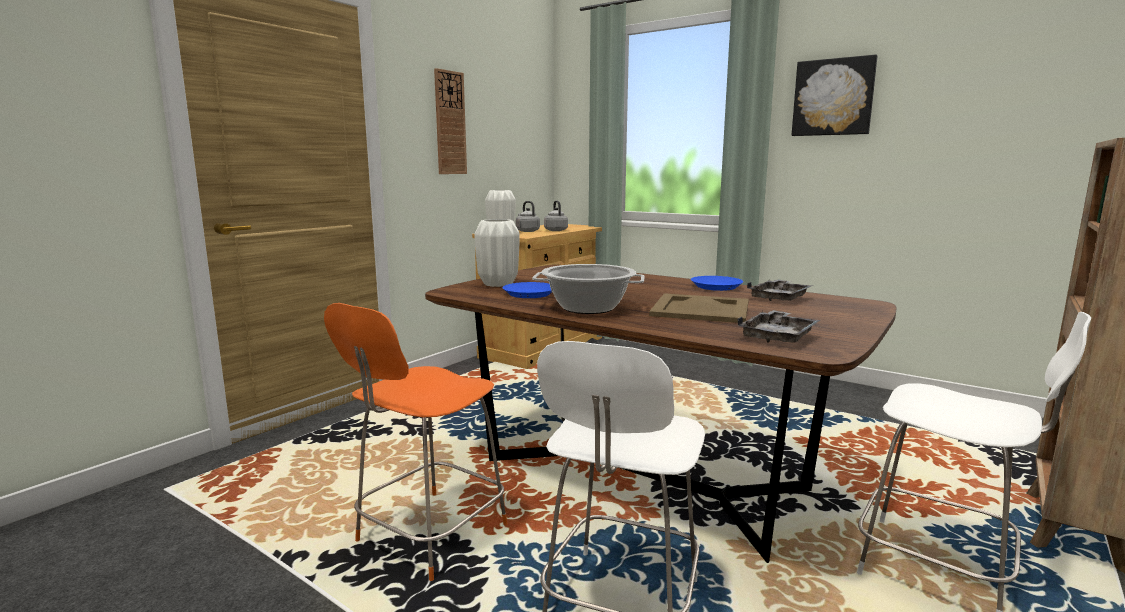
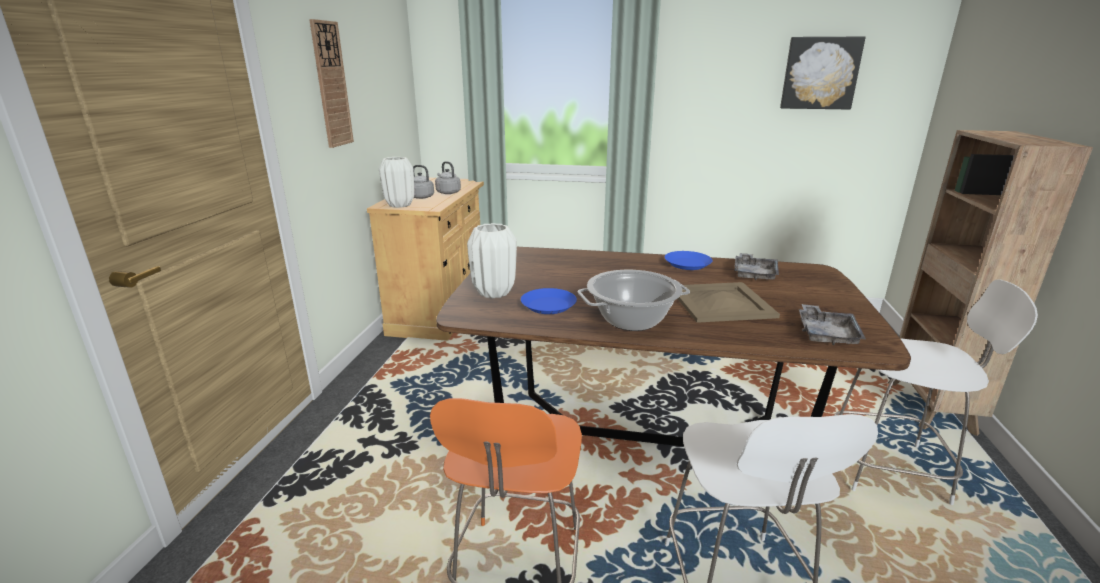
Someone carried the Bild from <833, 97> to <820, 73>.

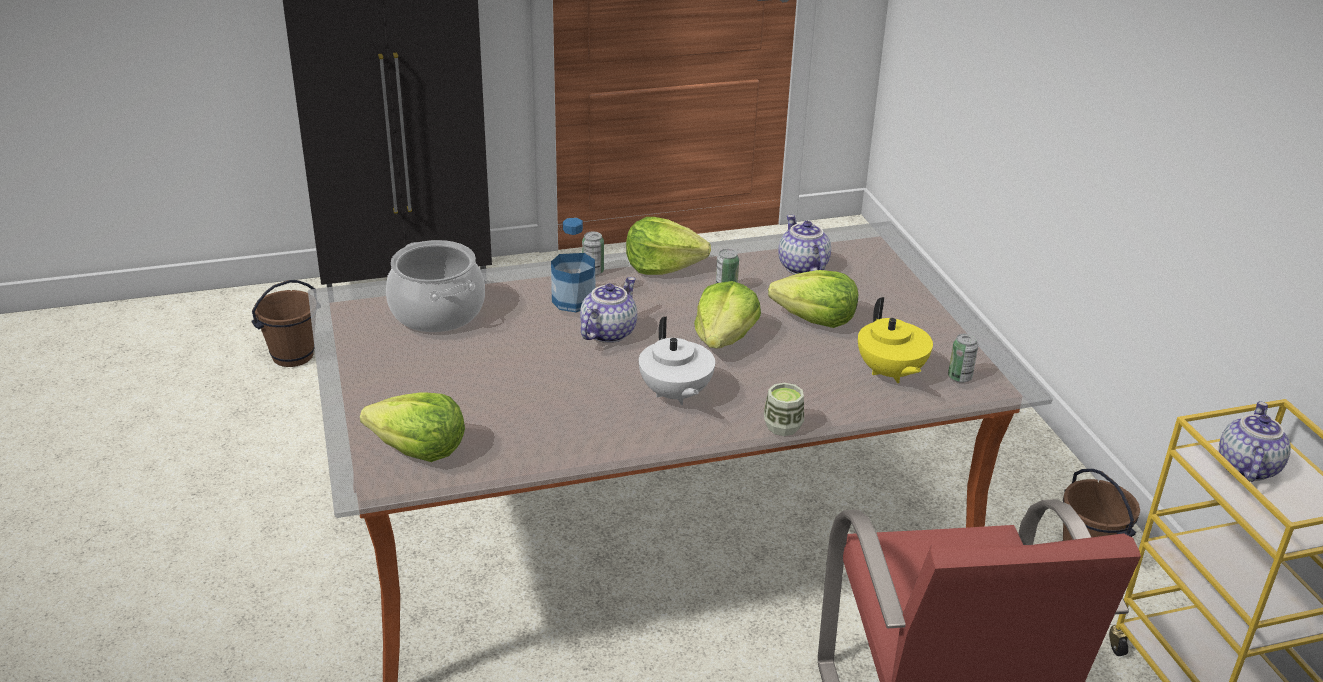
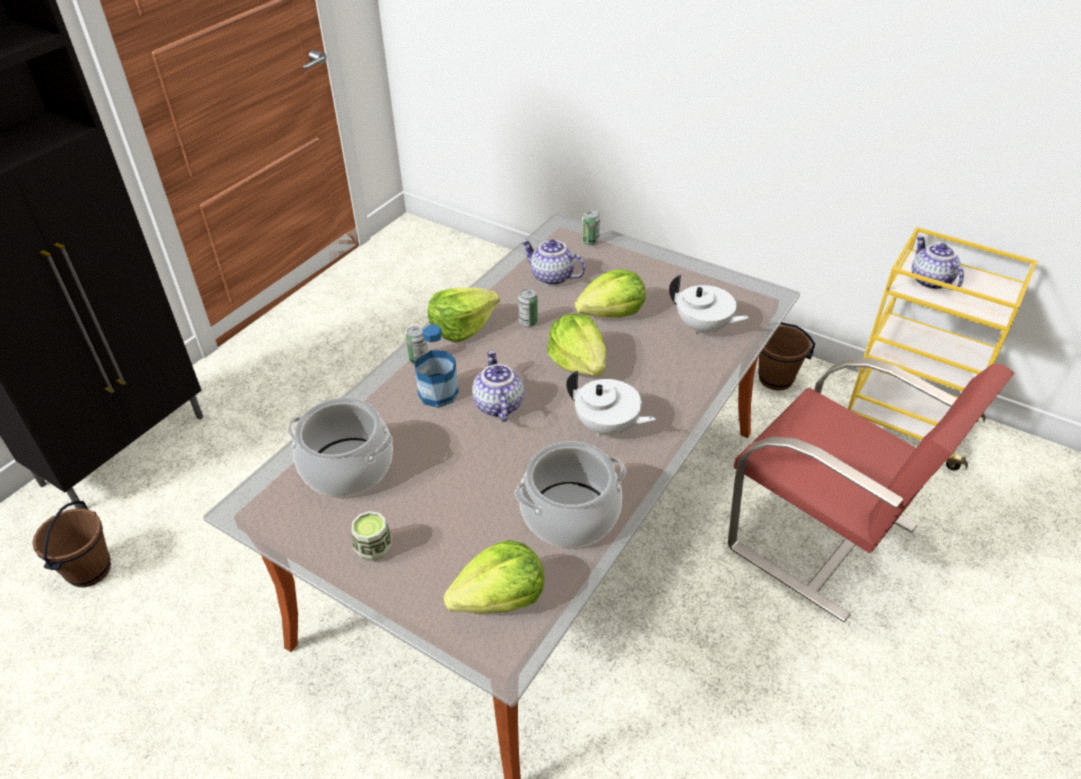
Someone carried the Tasse from <782, 426> to <374, 549>. Someone repainted the Teekanne (gelb) at <890, 373>, which became the Teekanne (weiß) at <703, 327>. Someone carried the Dose from <959, 377> to <590, 241>. Someone put down the Kochtopf at <570, 515>.

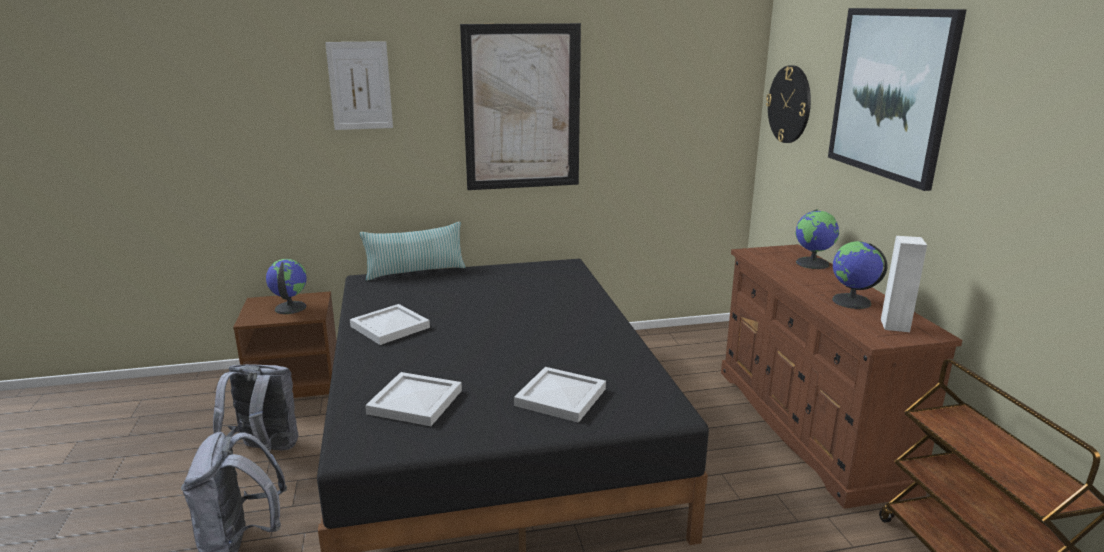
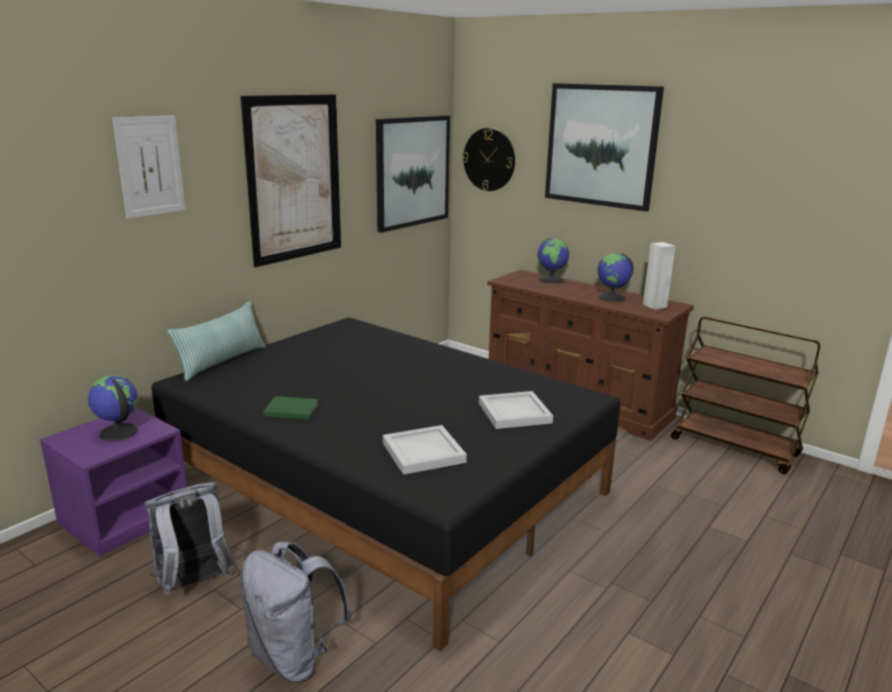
Someone repainted the Nachttisch (braun) at <296, 381>, which became the Nachttisch (lila) at <125, 517>. Someone swapped the Tablett (weiß) at <390, 326> for the Buch (grün) at <290, 409>. Someone put up the Bild at <412, 172>.

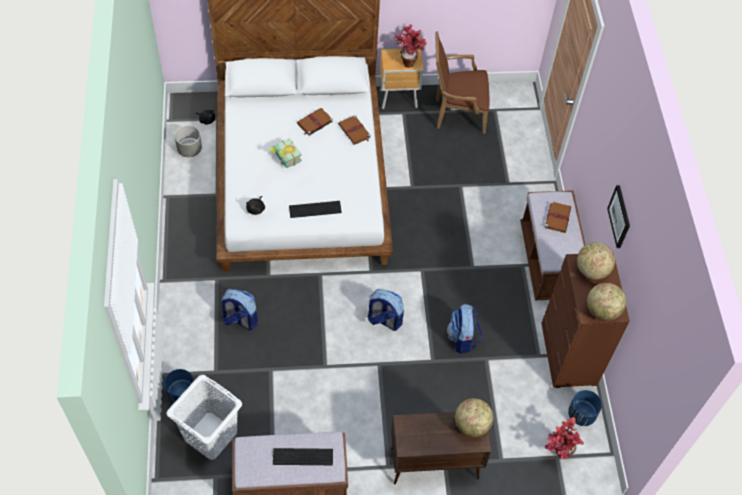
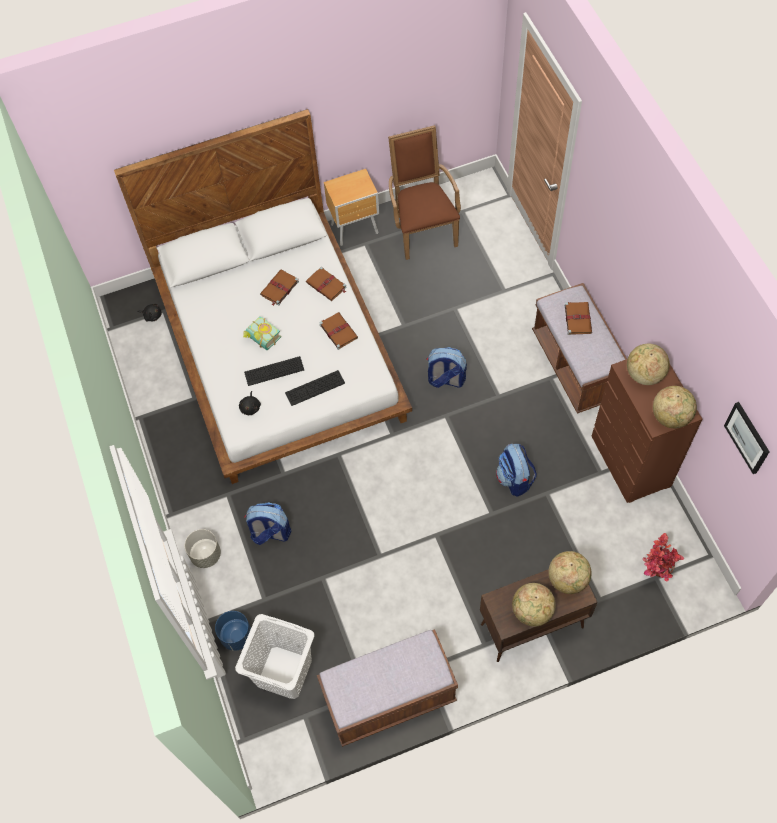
Someone carried the Pflanzkübel (grau) from <190, 150> to <206, 555>. Someone carried the Tastatur from <303, 456> to <274, 371>. Someone carried the Rucksack from <384, 320> to <445, 379>. Someone took away the Topfpflanze at <408, 61>. Someone rotated the Sessel (braun) at <456, 114> by 90 degrees clockwise. Someone took away the Pflanzkübel (blau) at <581, 415>. Someone carried the Bild from <619, 216> to <747, 437>. Someone put down the Buch (braun) at <338, 331>. Someone put down the Globus at <532, 611>.

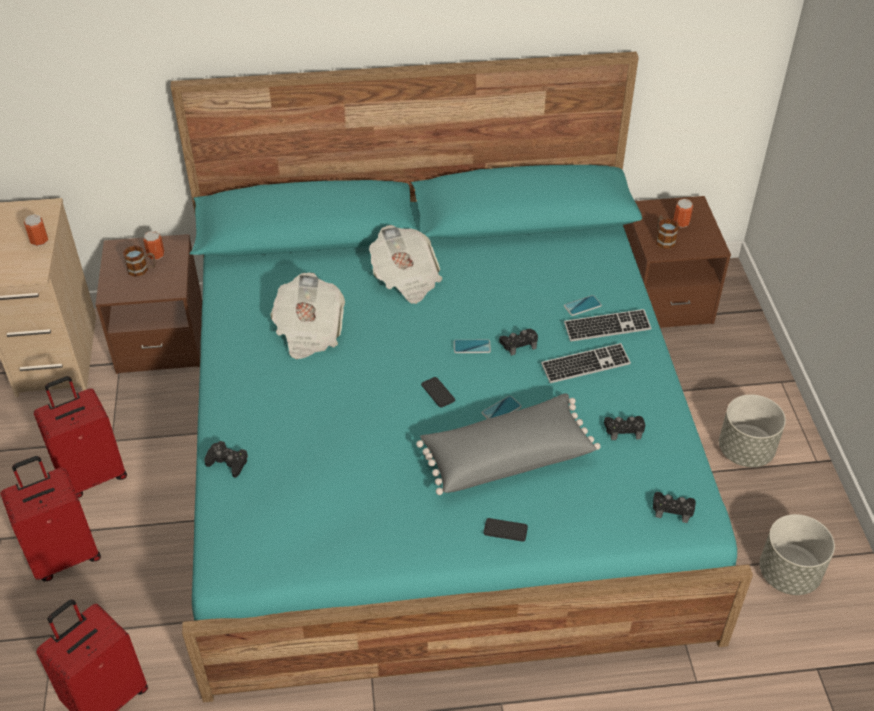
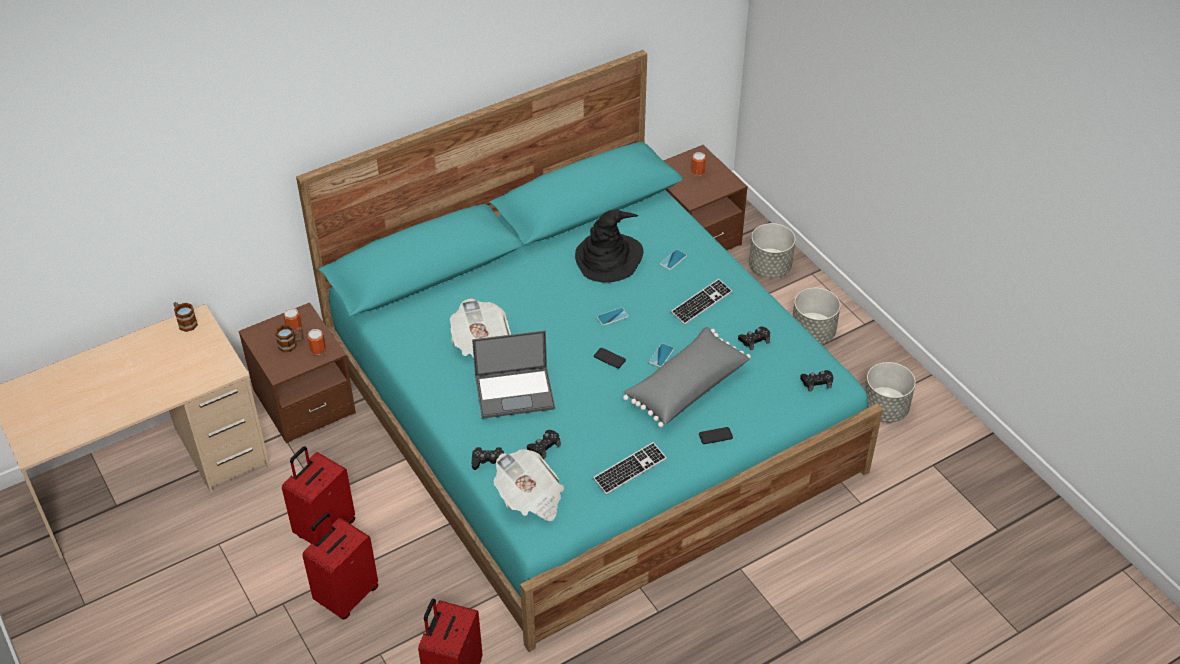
Someone carried the Dose from <39, 241> to <318, 350>. Someone carried the Zeitung from <406, 279> to <530, 498>. Someone carried the Gamepad (schwarz) from <519, 344> to <544, 446>. Someone carried the Tastatur from <607, 327> to <630, 469>. Someone carried the Henkelbecher from <663, 239> to <185, 322>. Someone put down the Laptop at <515, 392>. Someone put down the Hut (schwarz) at <608, 258>. Someone put down the Pflanzkübel (grau) at <770, 267>.

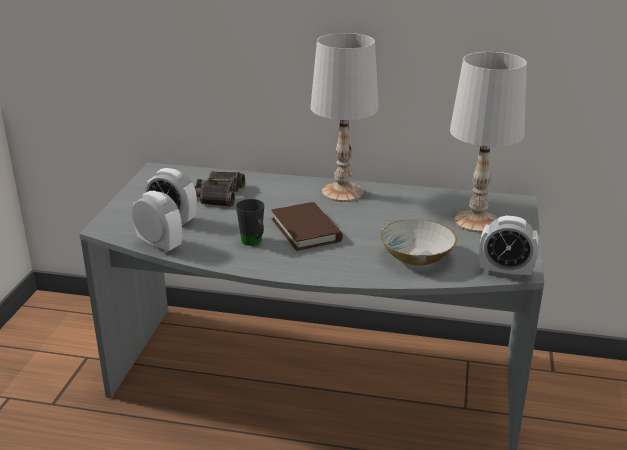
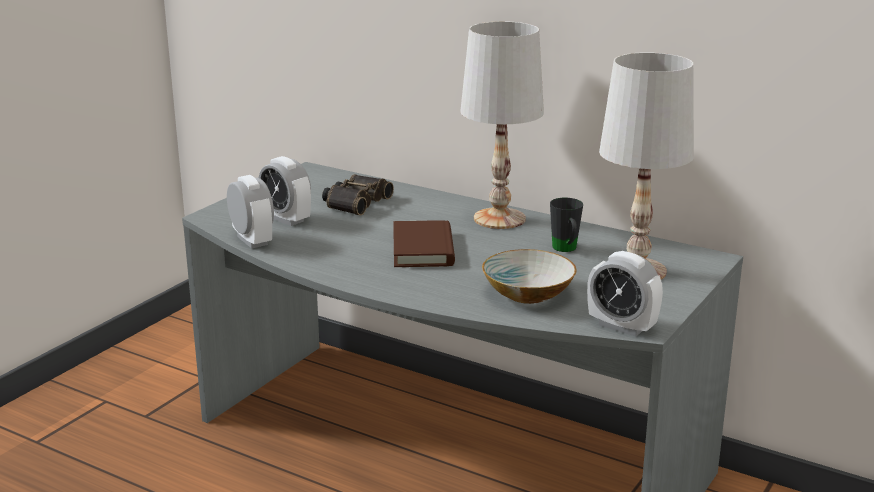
Someone carried the Henkelbecher (schwarz) from <254, 243> to <566, 250>.

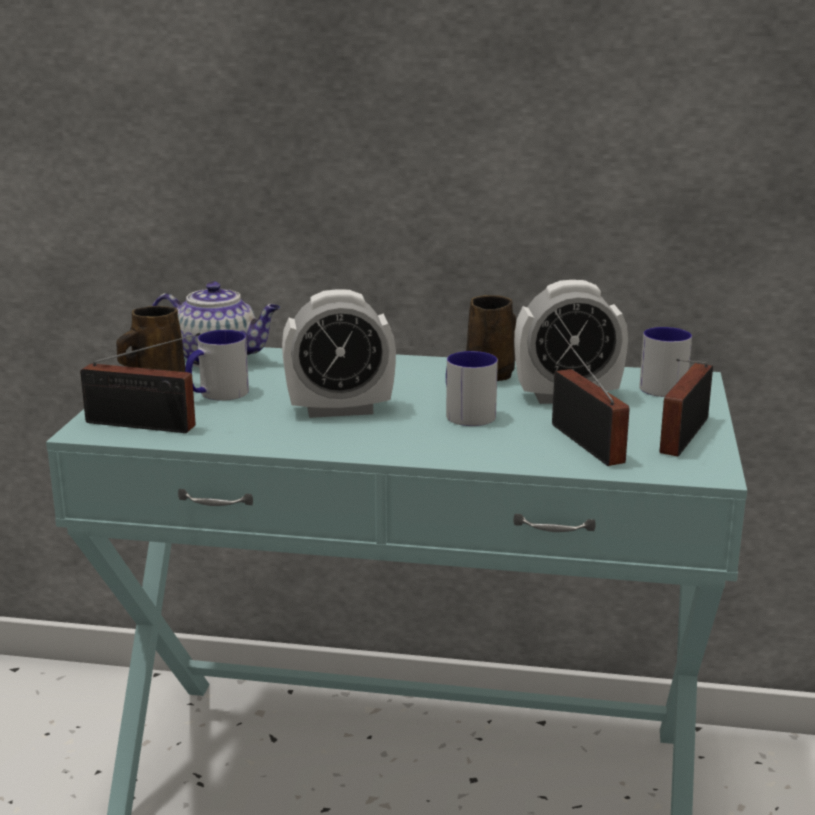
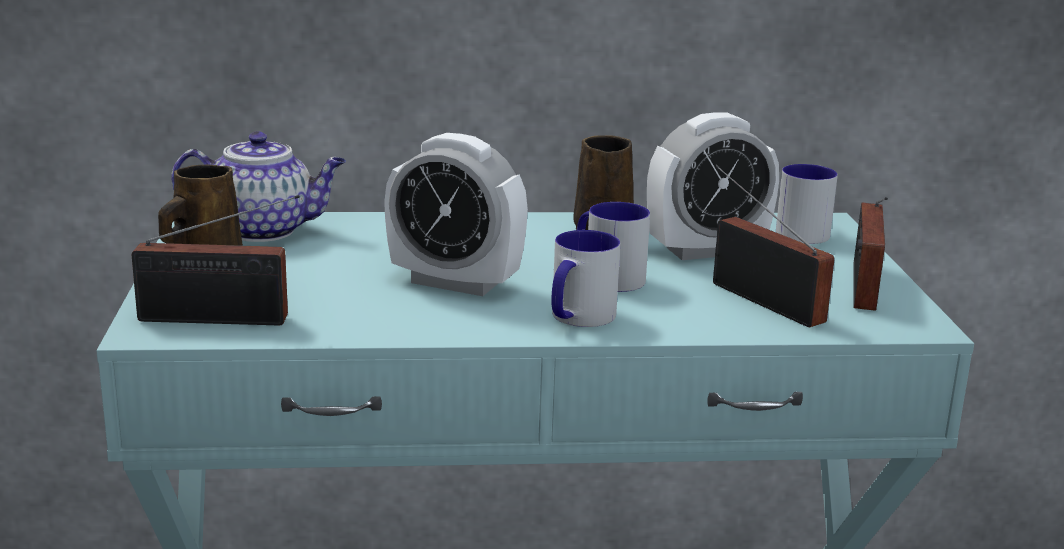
Someone carried the Henkelbecher from <216, 394> to <577, 319>. Someone rotated the Wecker at <339, 410> by 45 degrees clockwise.

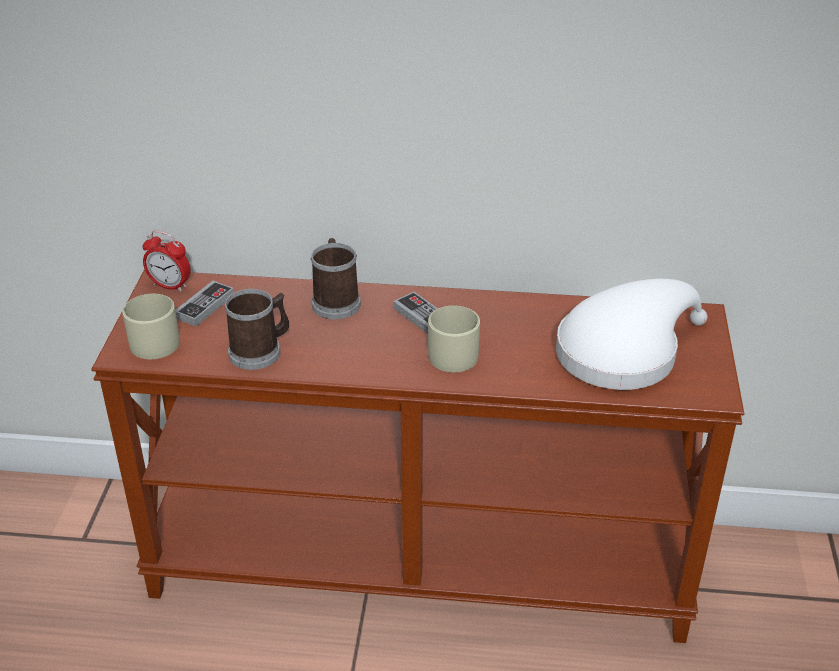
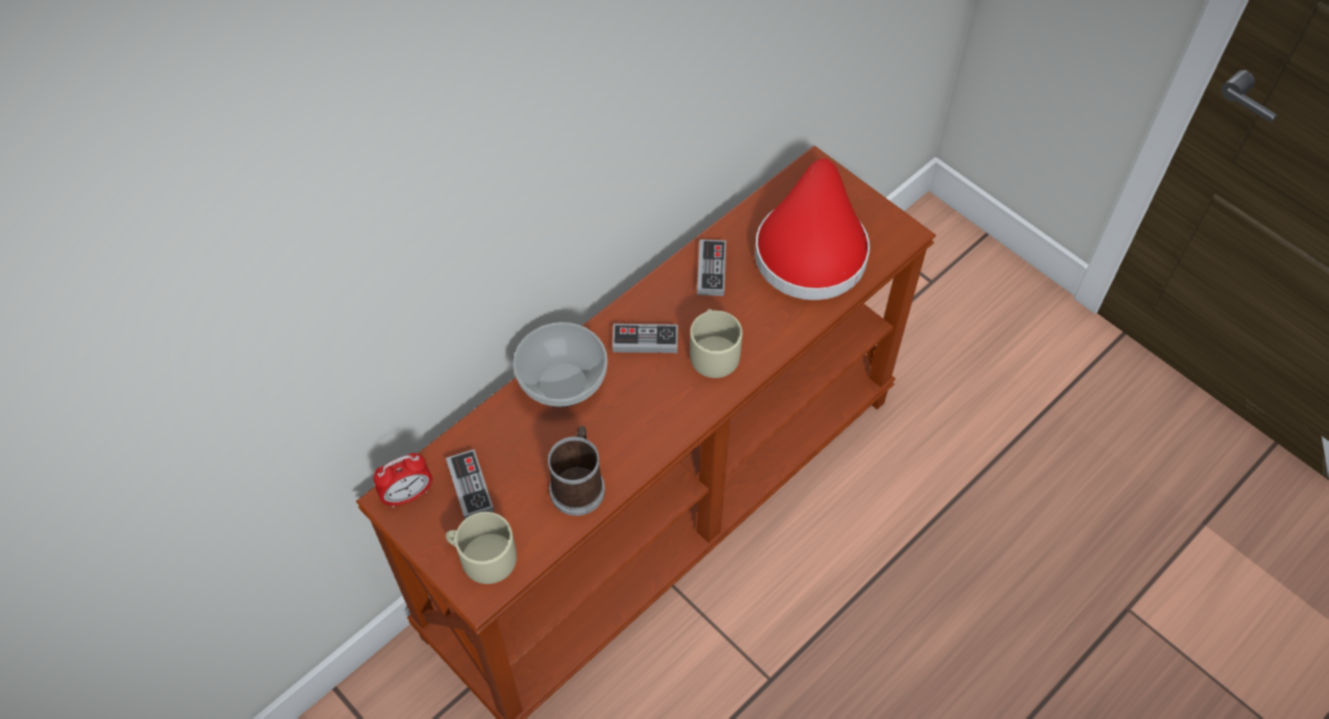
Someone swapped the Henkelbecher at <336, 301> for the Schüssel at <561, 385>. Someone repainted the Hut (weiß) at <623, 351>, which became the Hut (rot) at <811, 247>. Someone put down the Gamepad at <711, 270>.

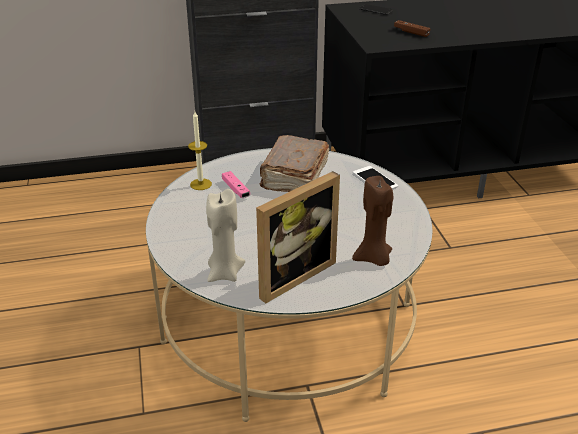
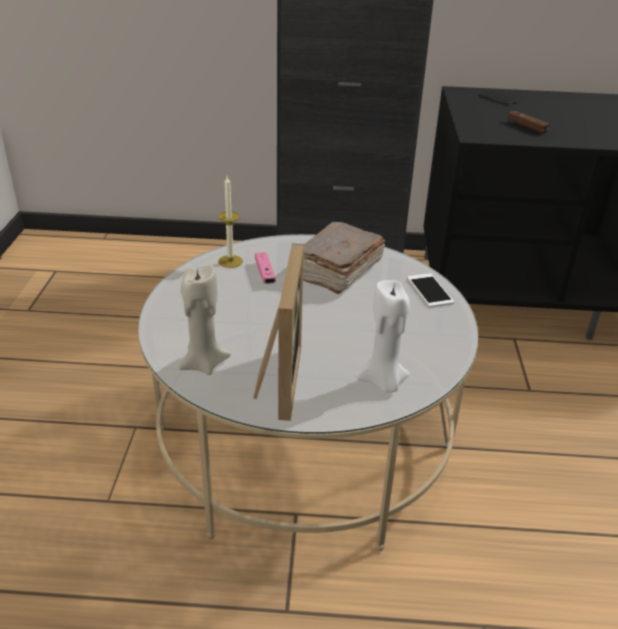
Someone rotated the Bilderrahmen at <291, 274> by 60 degrees counterclockwise. Someone repainted the Kerze (braun) at <373, 259>, which became the Kerze (weiß) at <383, 382>.

